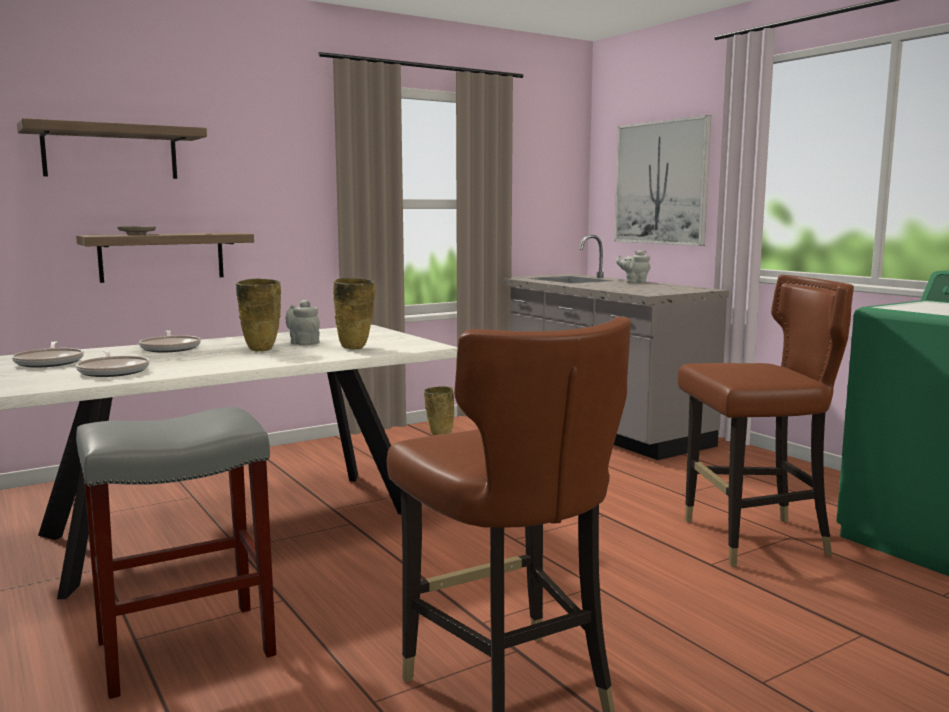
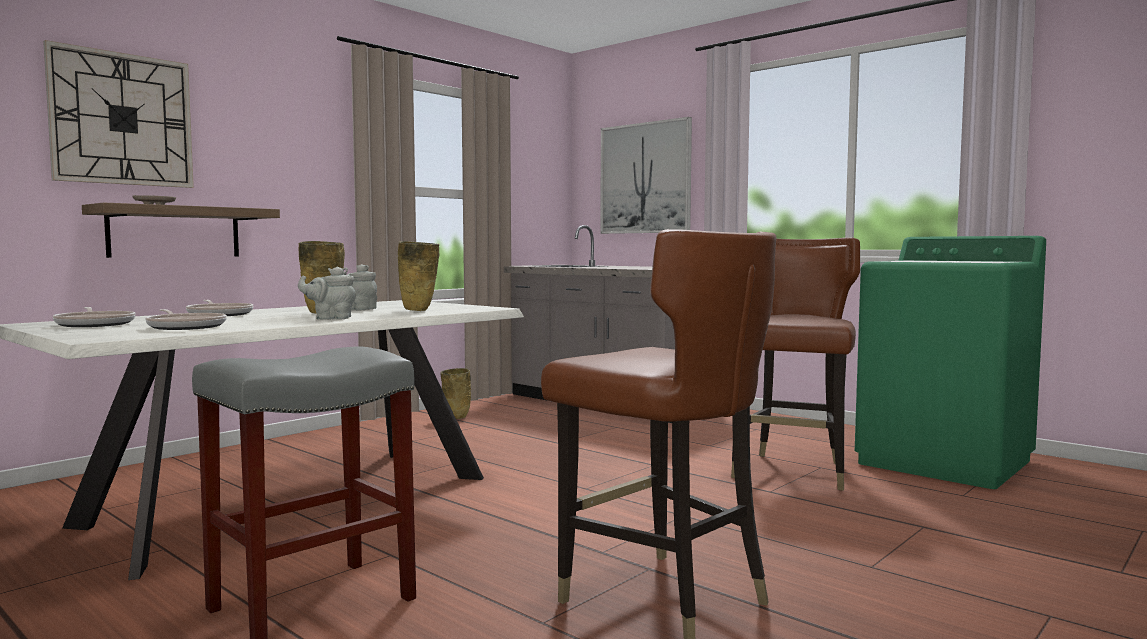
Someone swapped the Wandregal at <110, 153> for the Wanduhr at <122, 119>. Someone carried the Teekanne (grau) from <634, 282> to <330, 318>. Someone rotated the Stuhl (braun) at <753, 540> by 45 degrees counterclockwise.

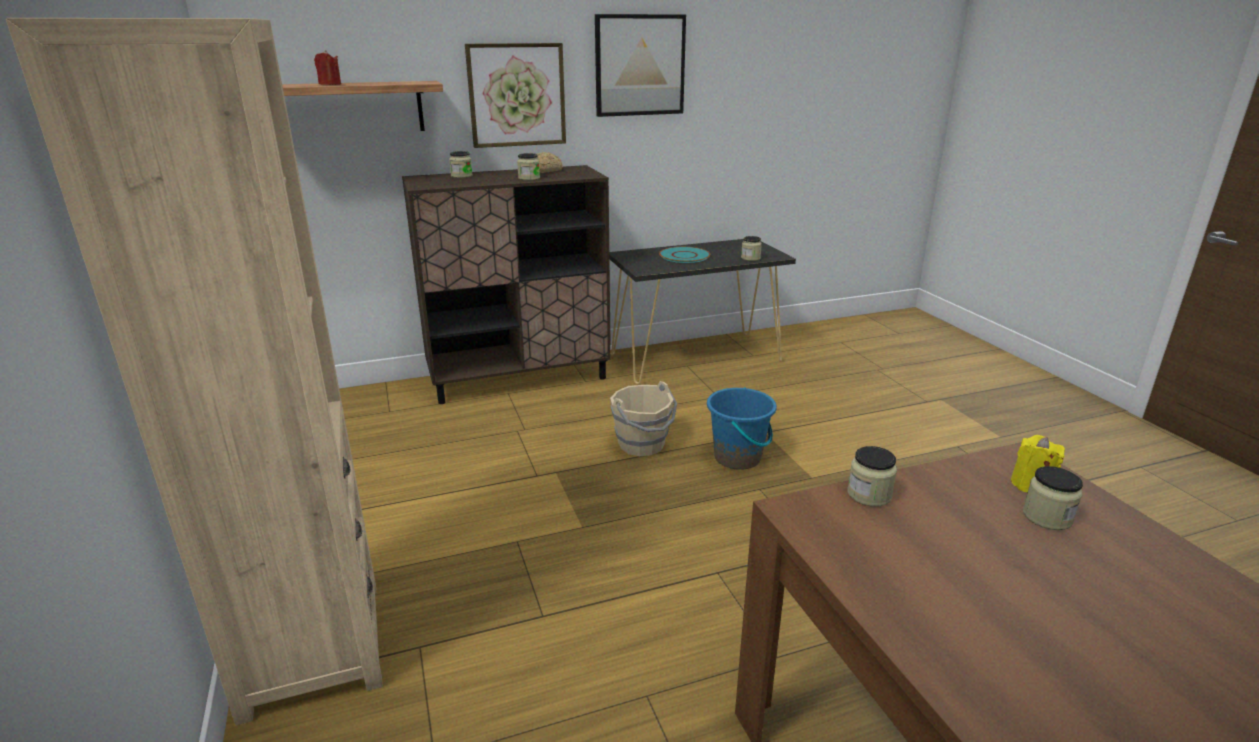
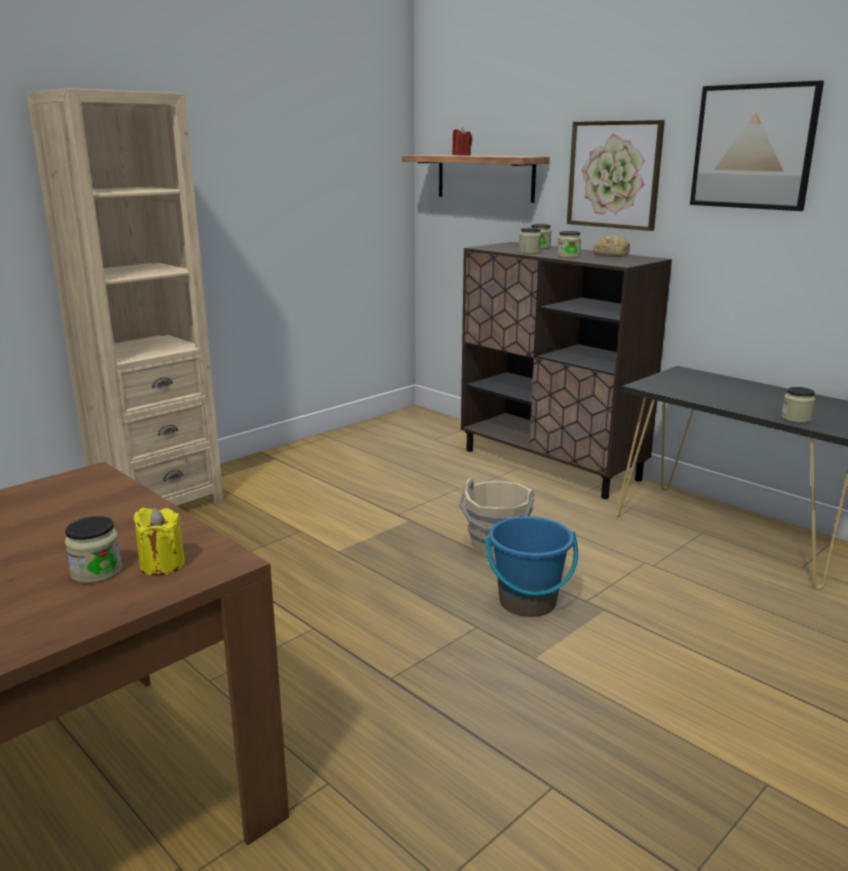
Someone took away the Teller (türkis) at <684, 256>. Someone carried the Vorratsglas from <869, 494> to <529, 252>.

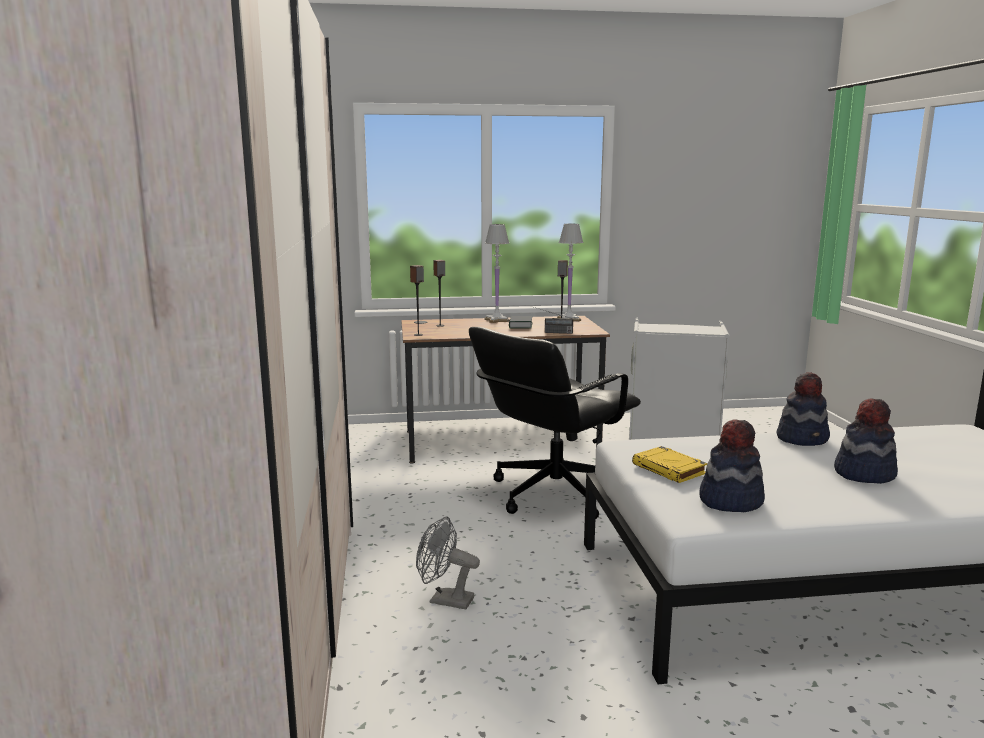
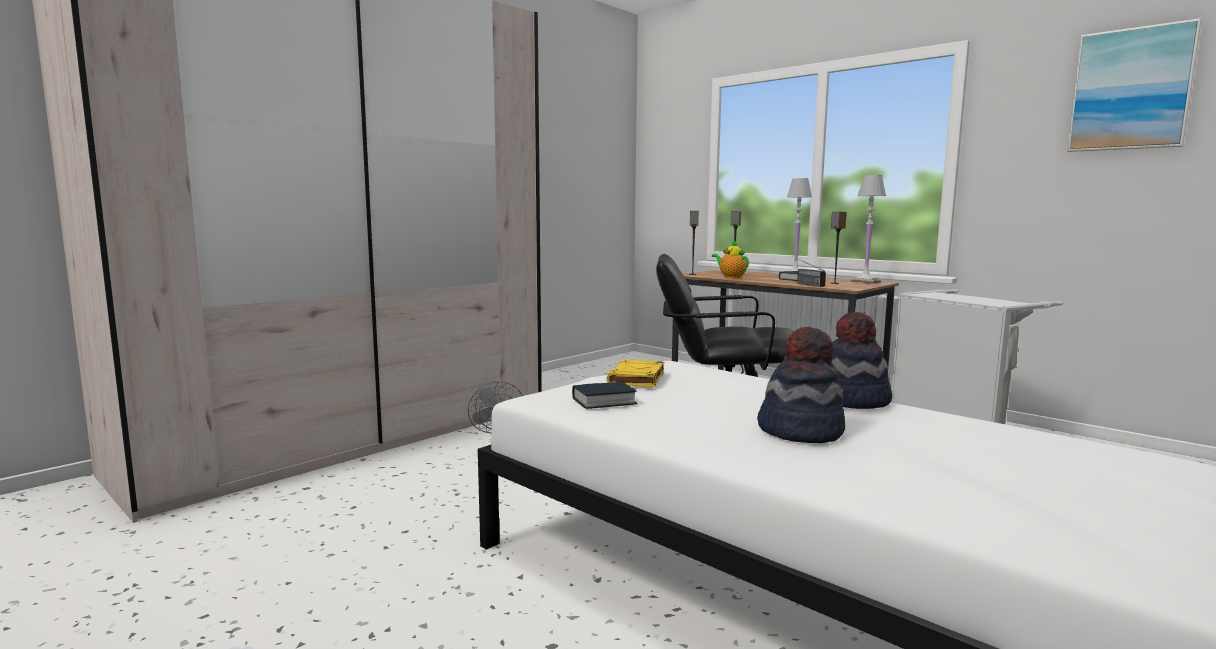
Someone swapped the Hut at <730, 500> for the Buch at <604, 401>. Someone put down the Teekanne at <731, 277>. Someone put up the Bild at <1130, 89>.

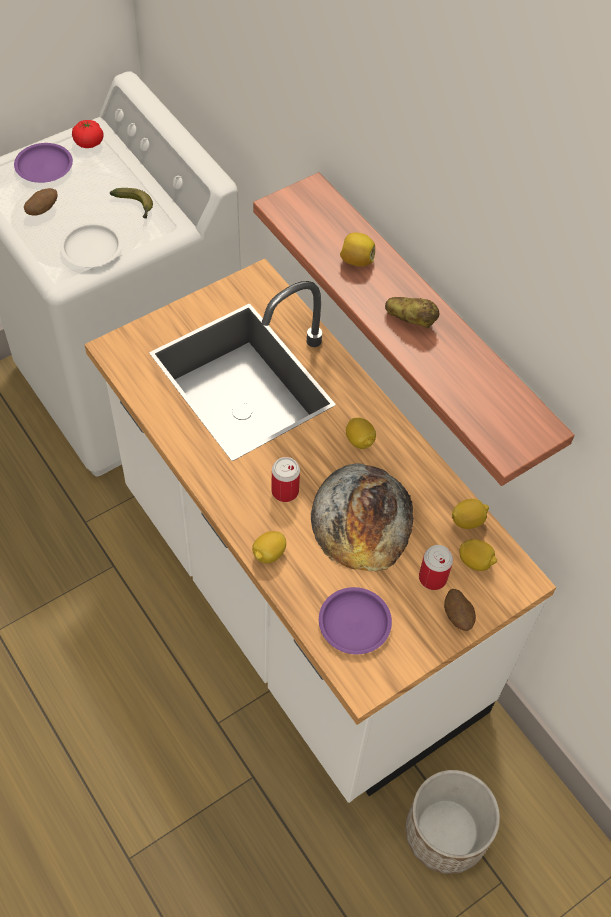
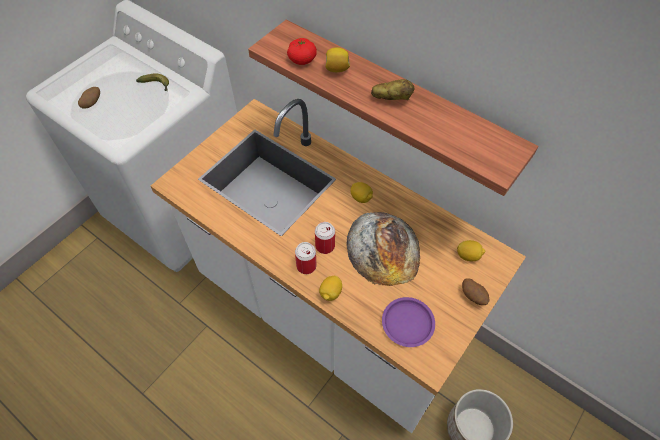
Someone took away the Teller (lila) at <44, 167>. Someone took away the Teller (weiß) at <92, 248>. Someone carried the Tomate from <89, 143> to <302, 60>. Someone carried the Dose from <432, 578> to <306, 266>. Someone took away the Zitrone at <468, 521>.

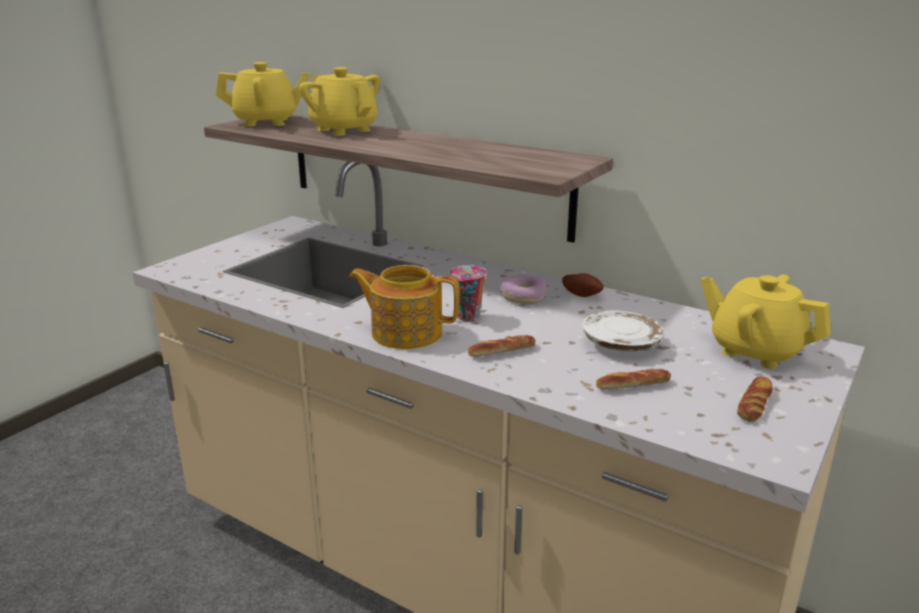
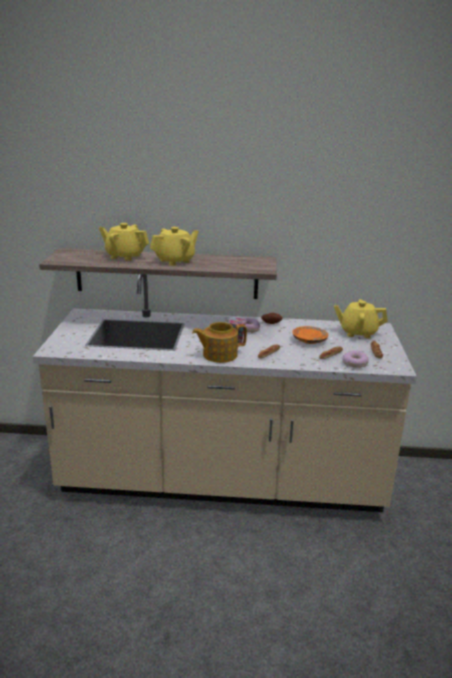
Someone carried the Teekanne (gelb) from <266, 122> to <175, 261>. Someone repainted the Teller (weiß) at <621, 344>, which became the Teller (orange) at <309, 340>. Someone put down the Donut at <355, 363>.

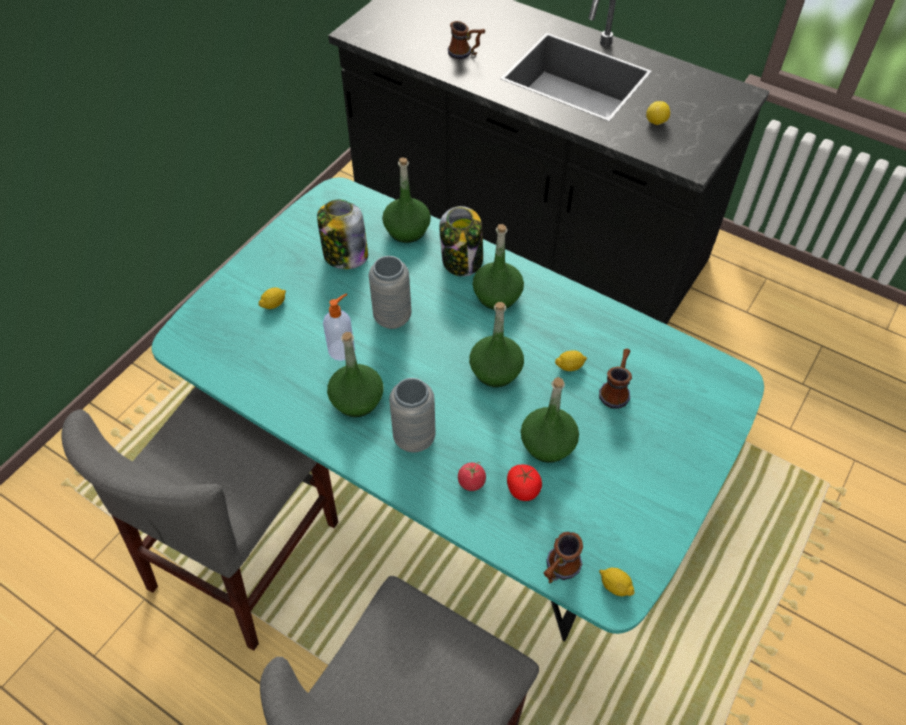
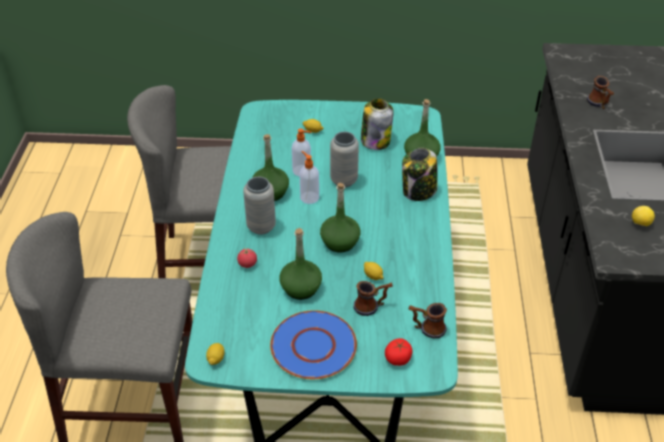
Someone took away the Flasche (grün) at <497, 296>. Someone carried the Tomate from <523, 488> to <398, 358>. Someone carried the Henkelbecher from <558, 571> to <426, 328>. Someone put down the Teller (blau) at <313, 346>. Someone put down the Seifenspender at <309, 197>.

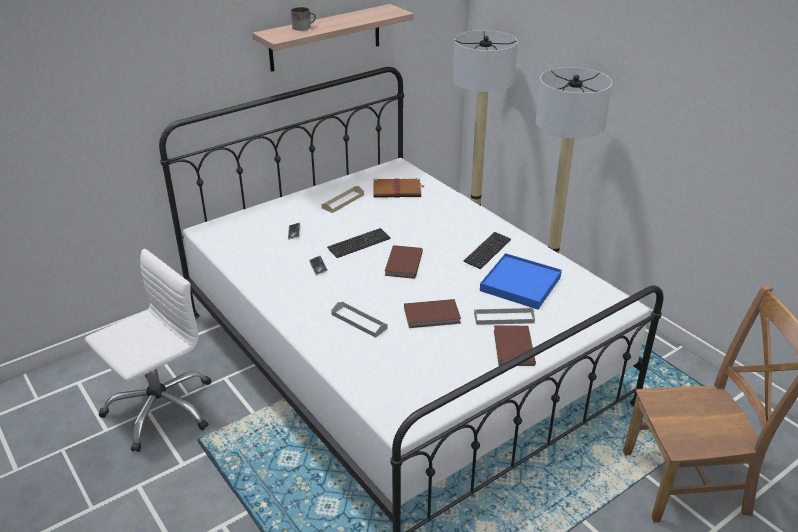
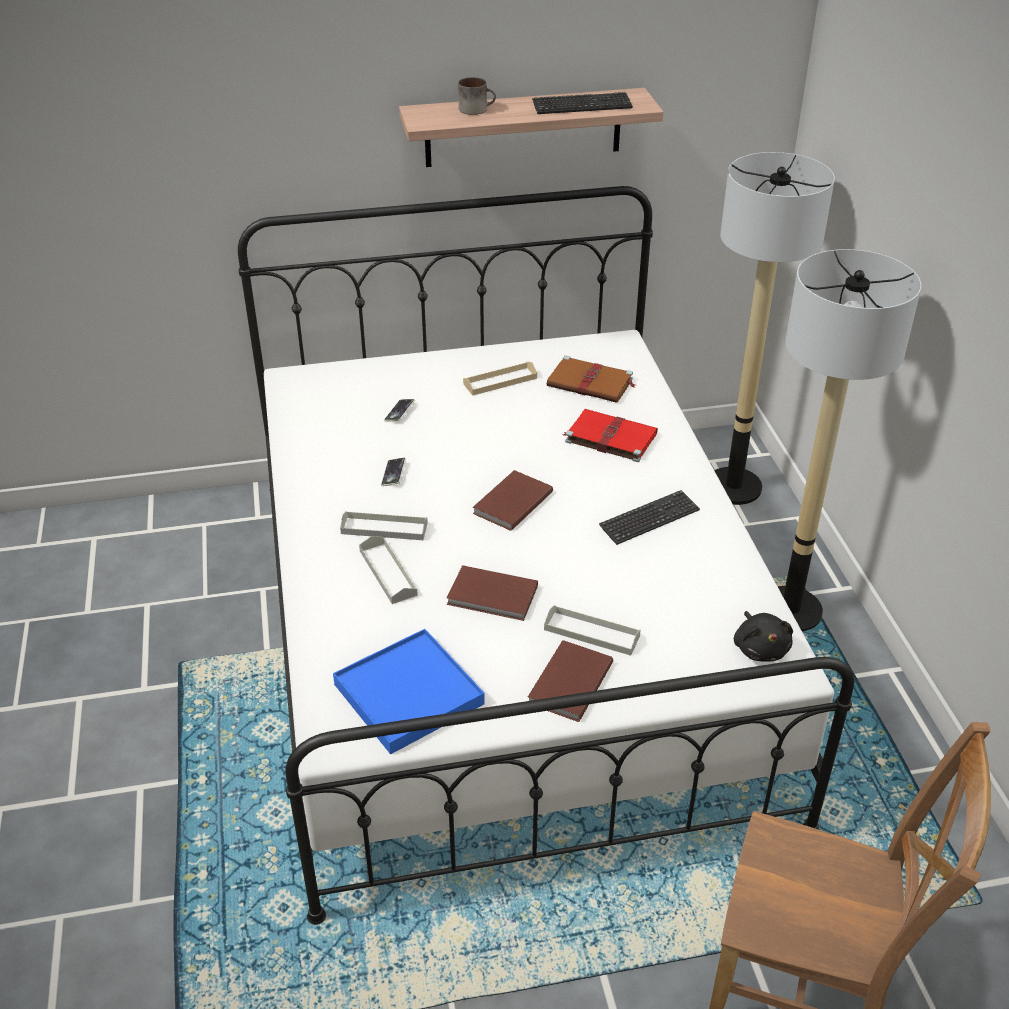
Someone took away the Bürostuhl (weiß) at <160, 408>. Someone carried the Tastatur from <359, 244> to <582, 106>. Someone carried the Tablett (blau) from <520, 284> to <408, 694>. Someone put down the Tablett (grau) at <384, 528>. Someone put down the Buch (rot) at <609, 437>. Someone put down the Plüschtier (schwarz) at <760, 648>.

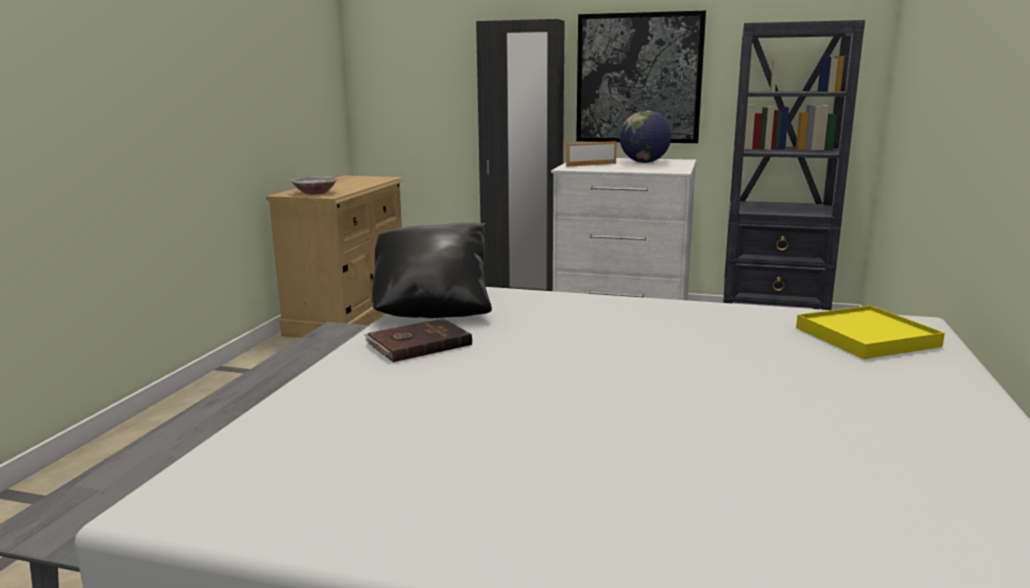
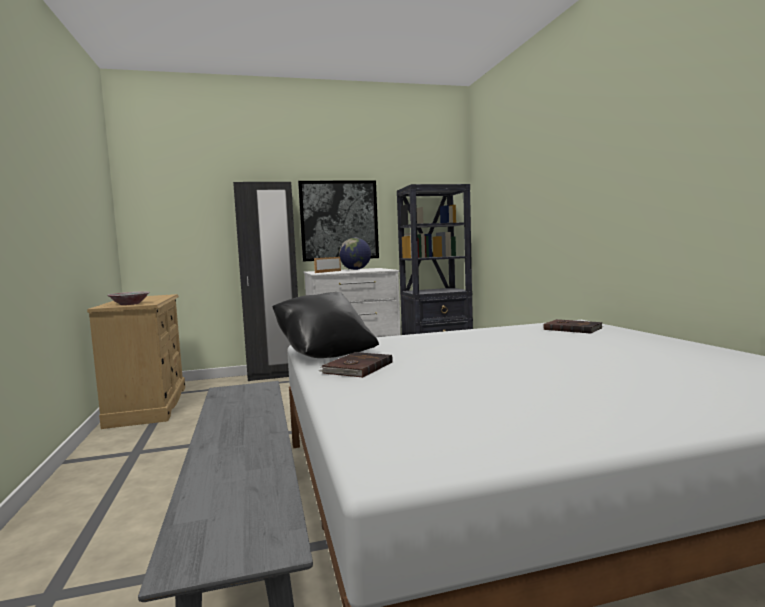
Someone swapped the Tablett (gelb) at <866, 337> for the Buch (braun) at <572, 328>.

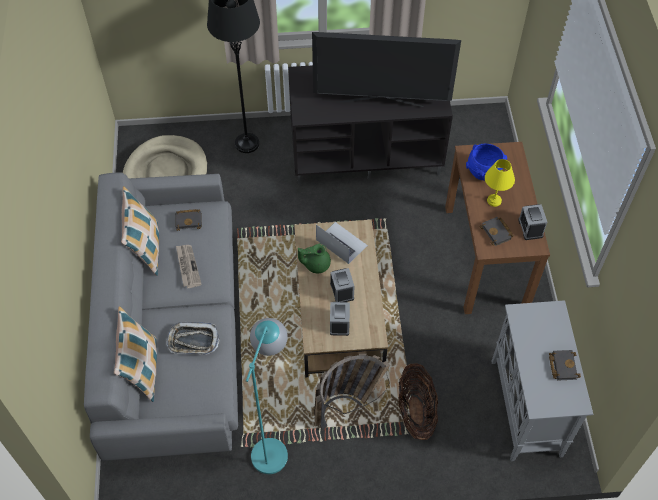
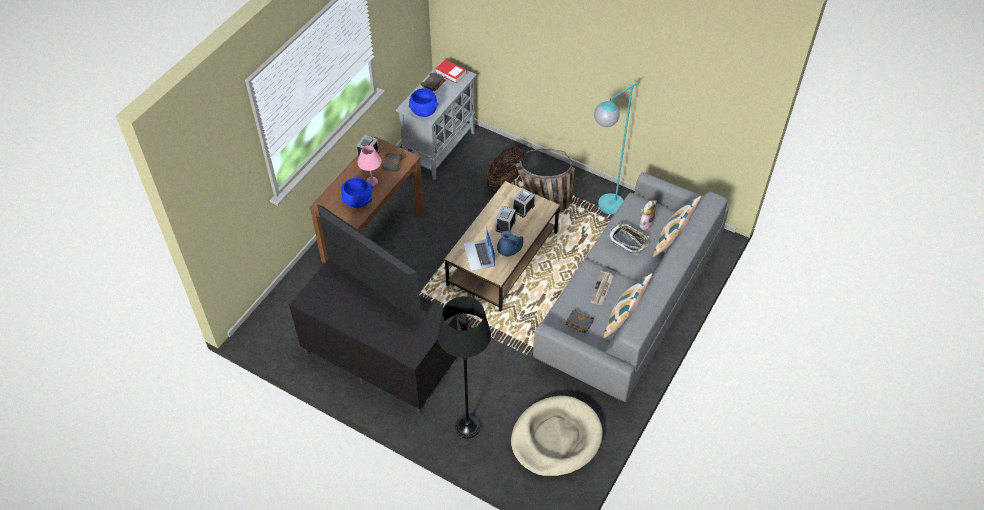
Someone repainted the Teekanne (grün) at <315, 264>, which became the Teekanne (blau) at <508, 250>. Someone repainted the Tischlampe (gelb) at <493, 200>, which became the Tischlampe (rosa) at <372, 182>. Someone put down the Schüssel (blau) at <424, 112>. Someone put down the Buch at <450, 73>. Someone put down the Plüschtier at <645, 223>.

